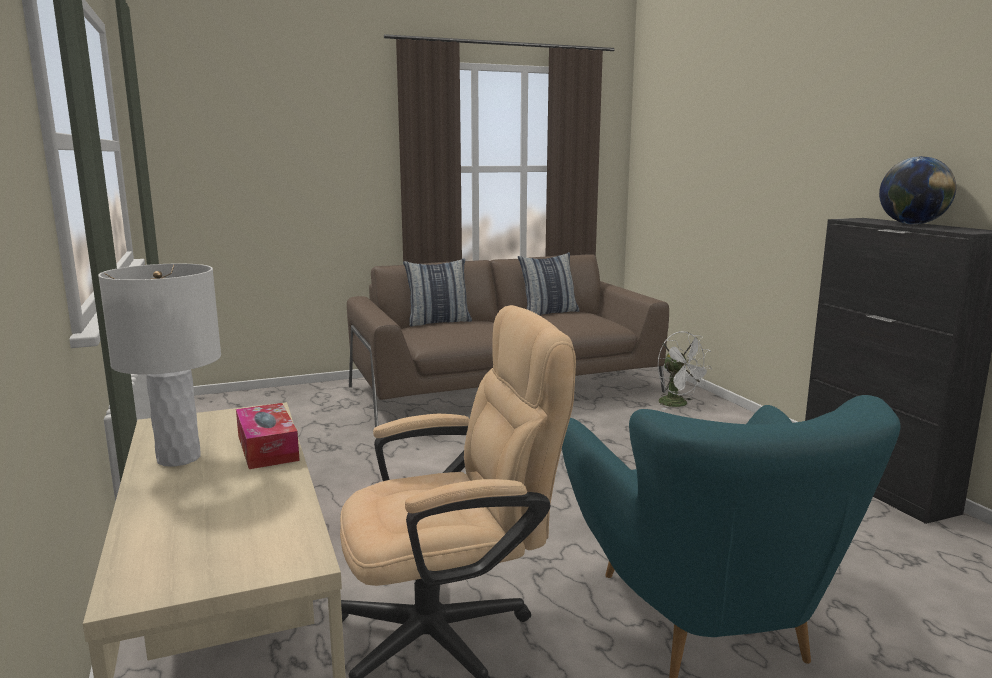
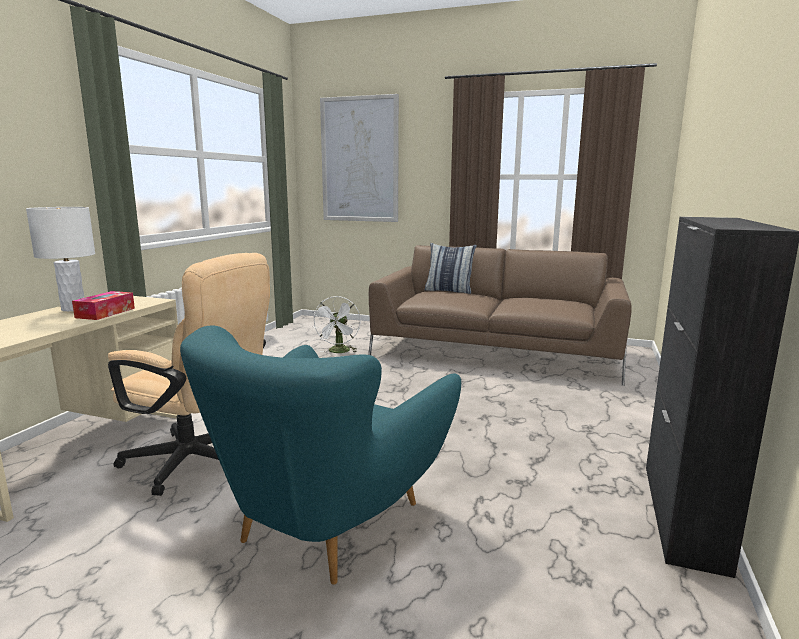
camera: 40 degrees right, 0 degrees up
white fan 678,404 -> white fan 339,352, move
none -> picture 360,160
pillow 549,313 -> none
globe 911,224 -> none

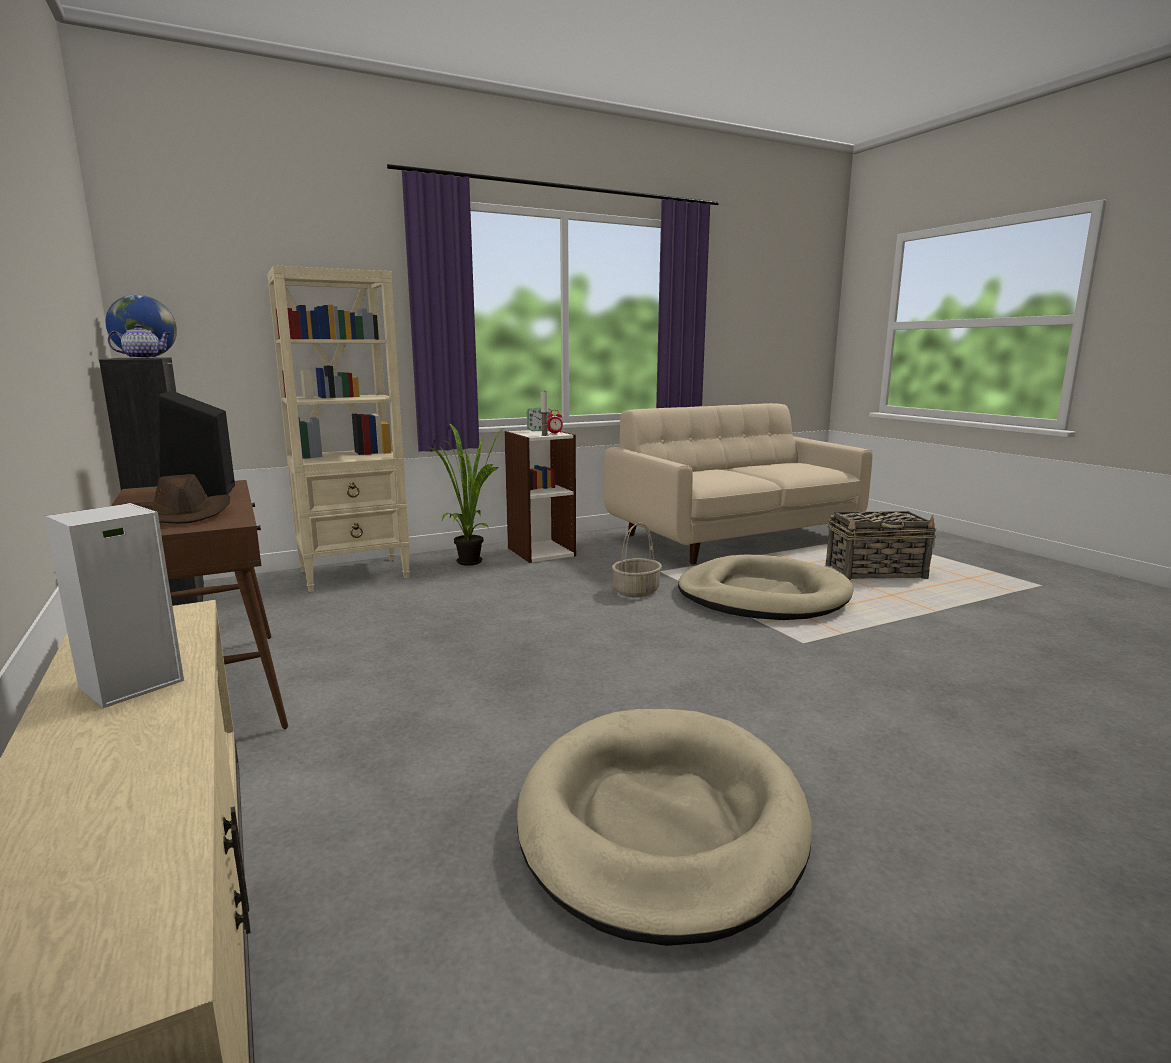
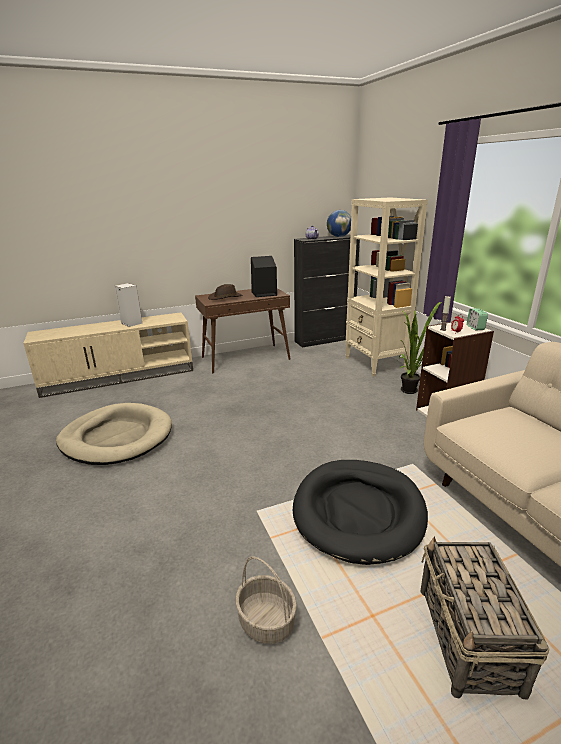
camera: 95 degrees right, 10 degrees up
basket 636,591 -> basket 265,621, move
beige dog bed 762,596 -> black dog bed 358,511

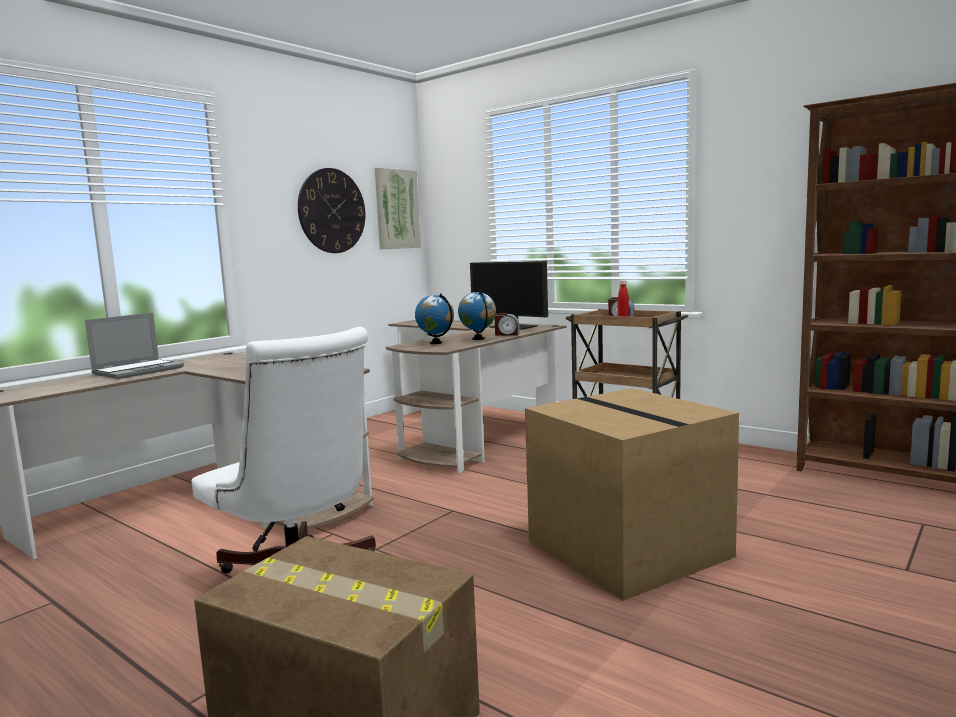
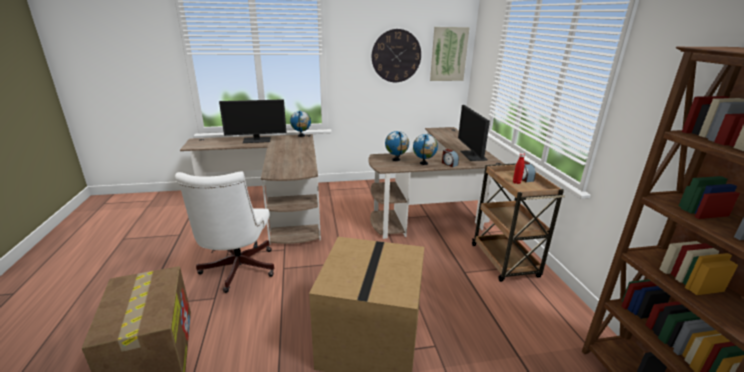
camera: 40 degrees right, 15 degrees up
laptop 139,371 -> monitor 257,140
none -> globe 301,135

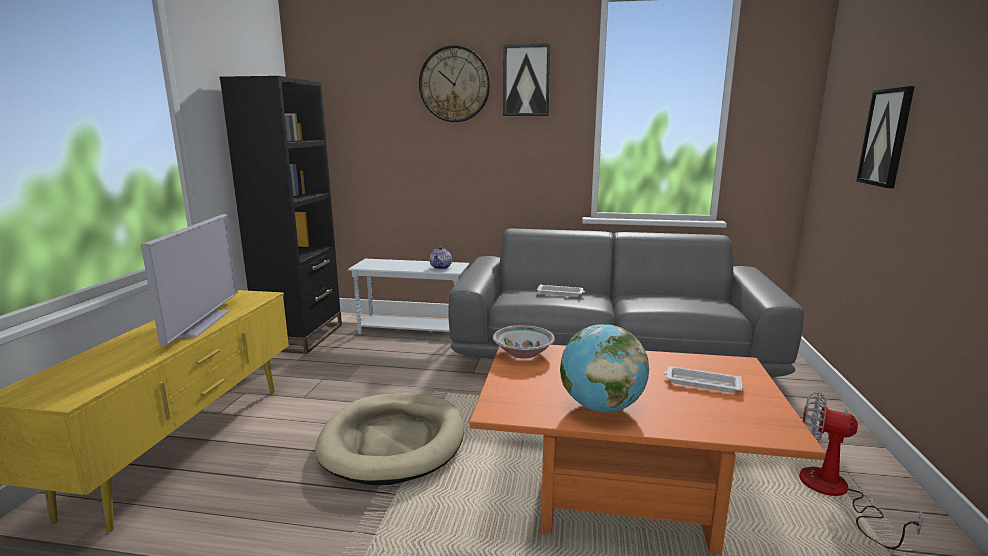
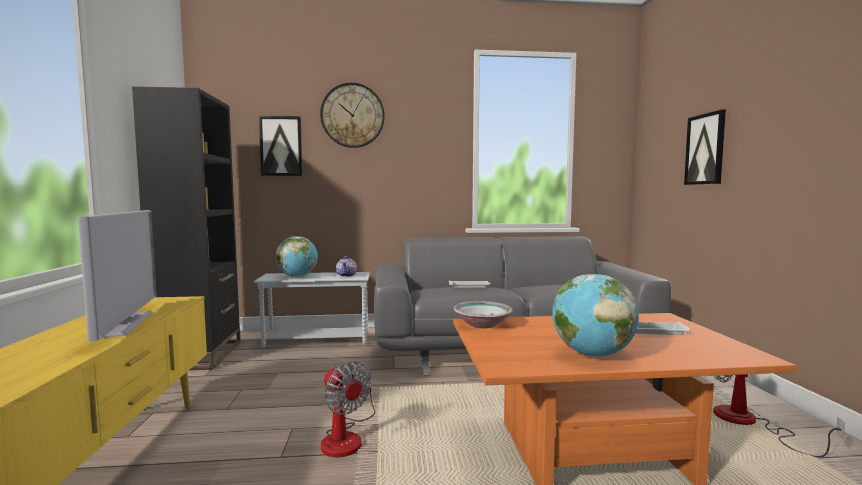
camera: 15 degrees left, 10 degrees down
picture 526,80 -> picture 281,146, move
none -> globe 297,277
beige dog bed 393,441 -> fan 347,437

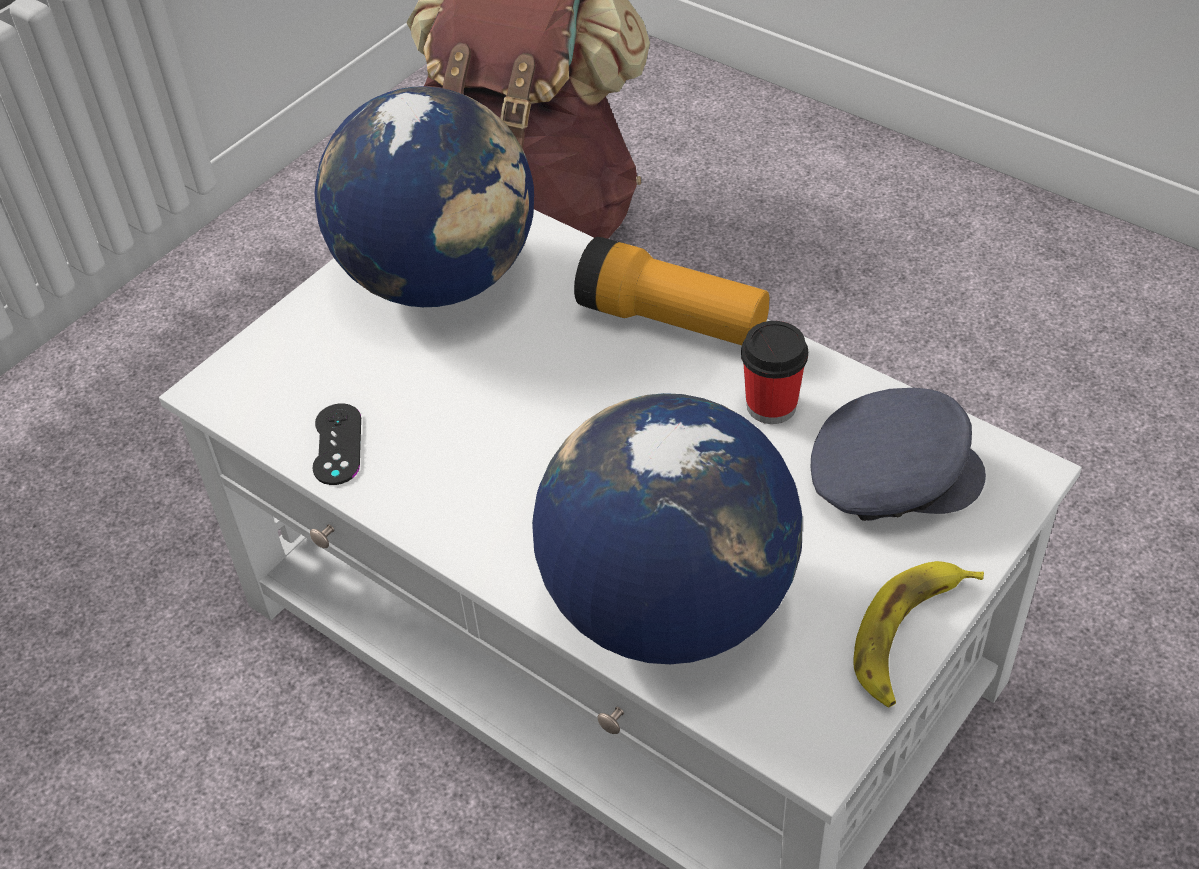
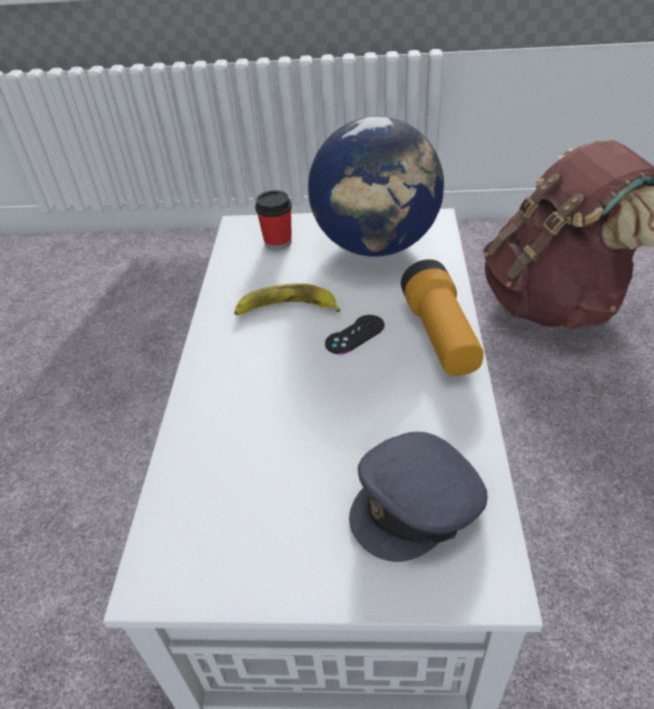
camera: 55 degrees right, 5 degrees down
banana 909,636 -> banana 286,308, move
cup 771,405 -> cup 278,242, move
black game controller 337,444 -> black game controller 355,334, move
grey cap 891,475 -> grey cap 417,504, 90 degrees clockwise
globe 667,605 -> none

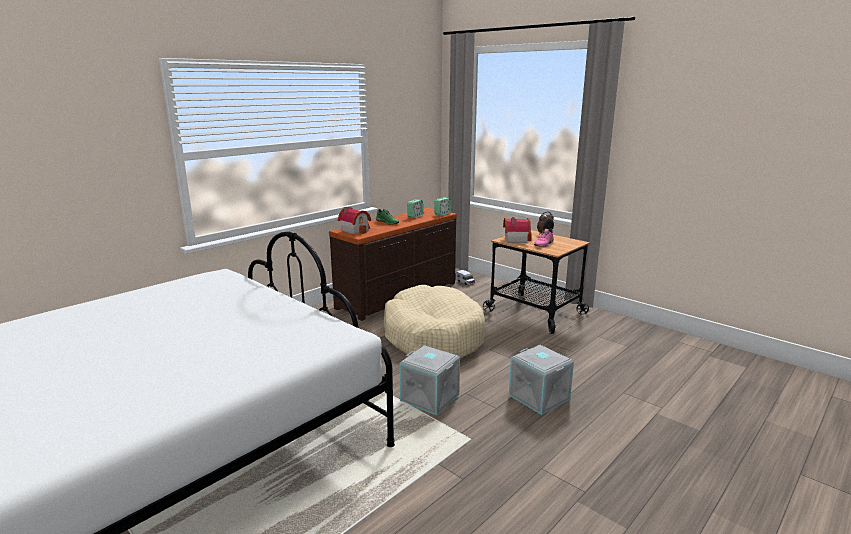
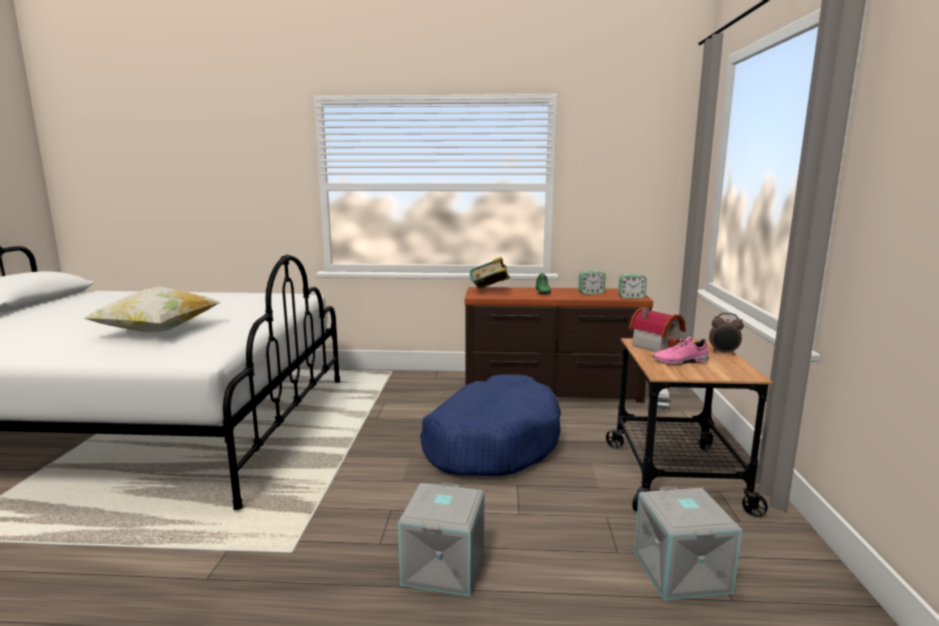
camera: 50 degrees right, 5 degrees down
none -> pillow 158,331
beige dog bed 433,337 -> blue dog bed 491,442
toy house 355,230 -> book 490,291
grey storage box 430,397 -> grey storage box 683,572, move

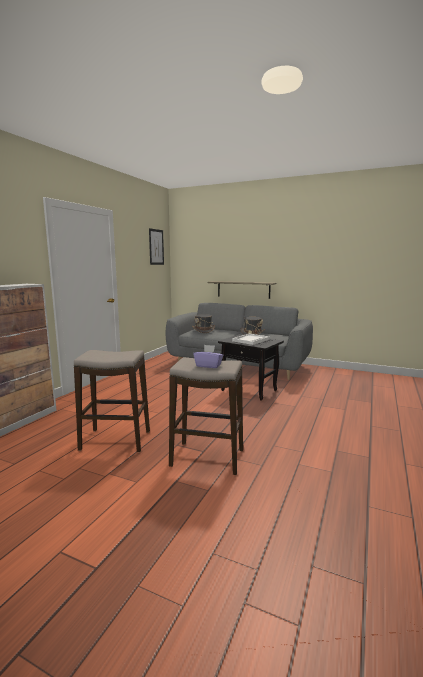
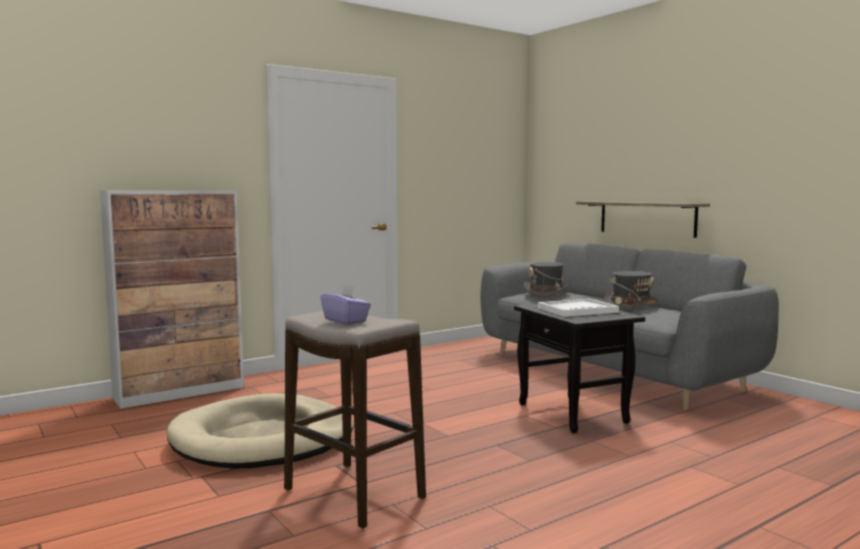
camera: 30 degrees right, 5 degrees down
stool 115,440 -> beige dog bed 263,439
picture 156,247 -> none

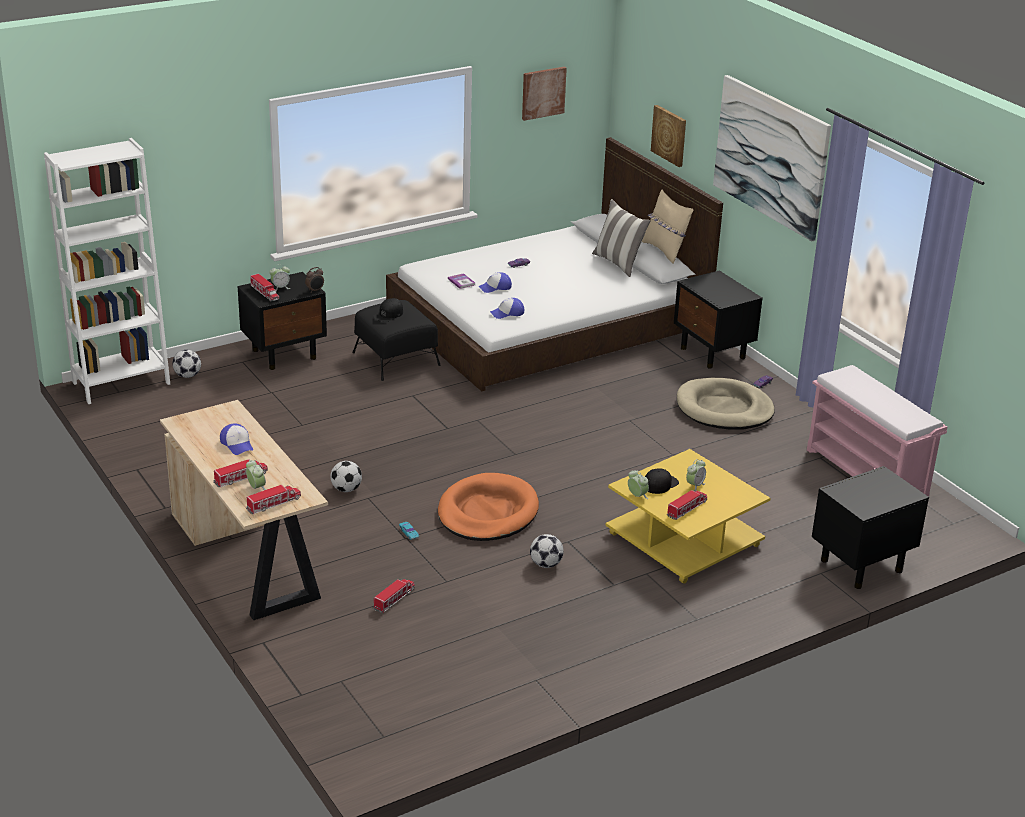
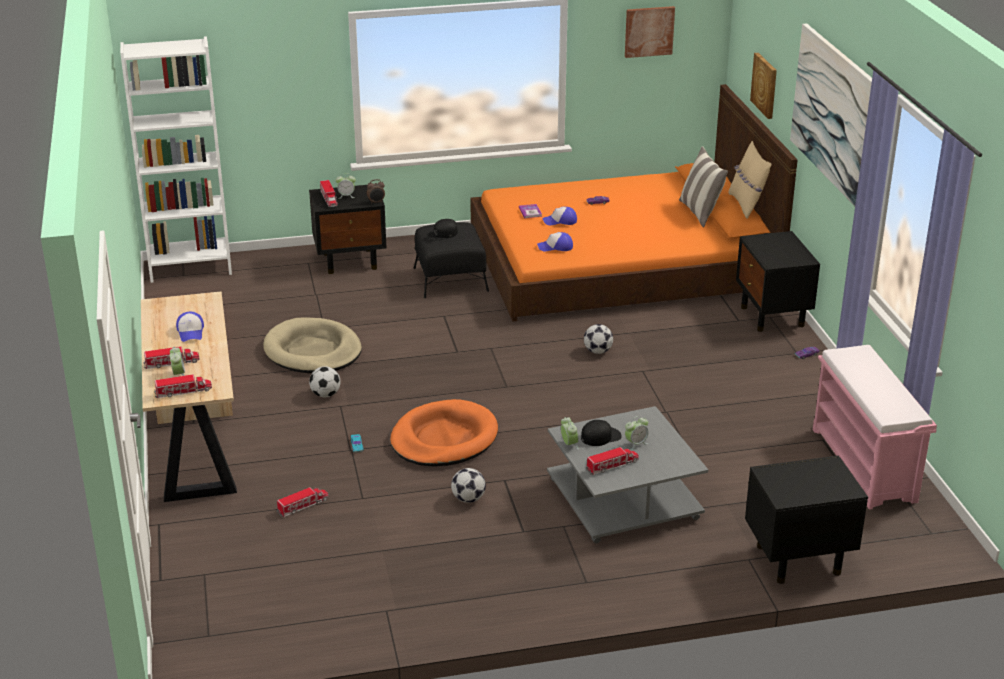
camera: 20 degrees right, 0 degrees up
beige dog bed 724,409 -> beige dog bed 313,351, move
white bed 548,320 -> orange bed 622,262
yellow coffee table 682,539 -> grey coffee table 622,498
football 187,375 -> football 597,351, move

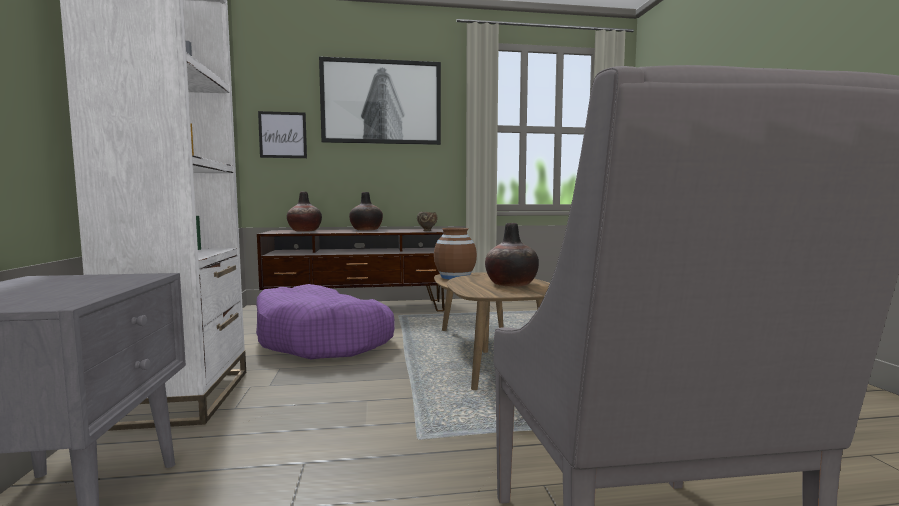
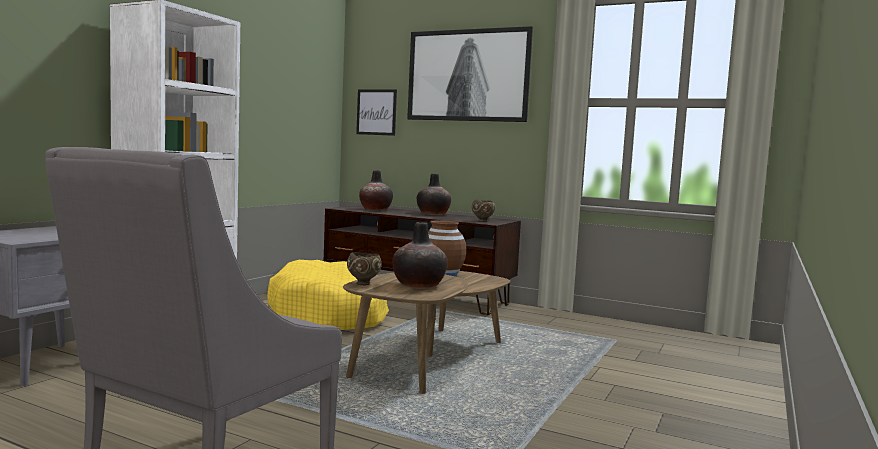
camera: 35 degrees right, 0 degrees up
purple dog bed 323,340 -> yellow dog bed 329,315
none -> brown bowl 364,284

